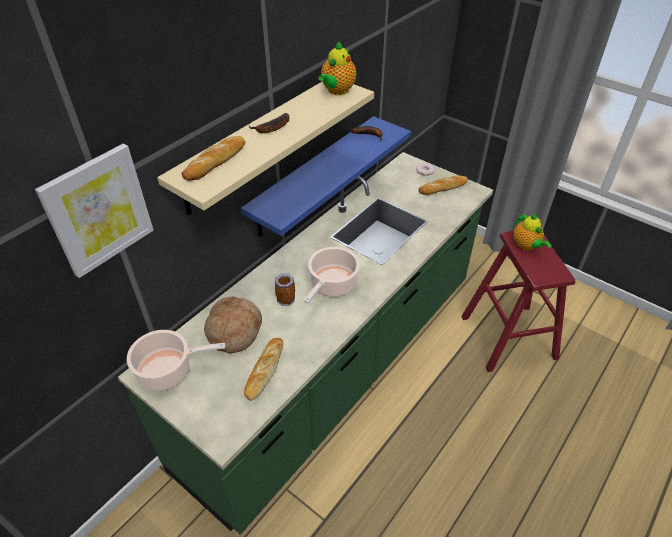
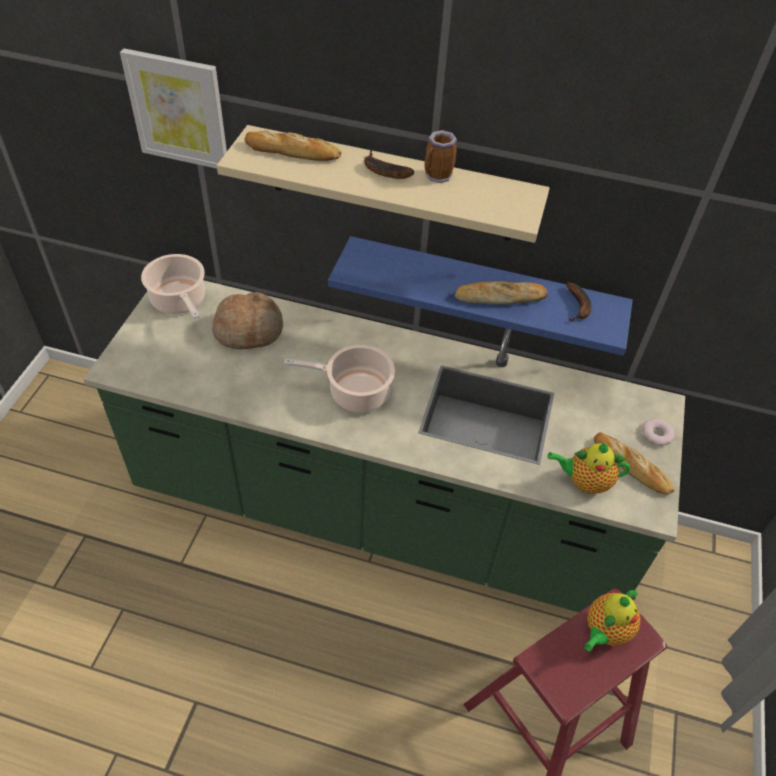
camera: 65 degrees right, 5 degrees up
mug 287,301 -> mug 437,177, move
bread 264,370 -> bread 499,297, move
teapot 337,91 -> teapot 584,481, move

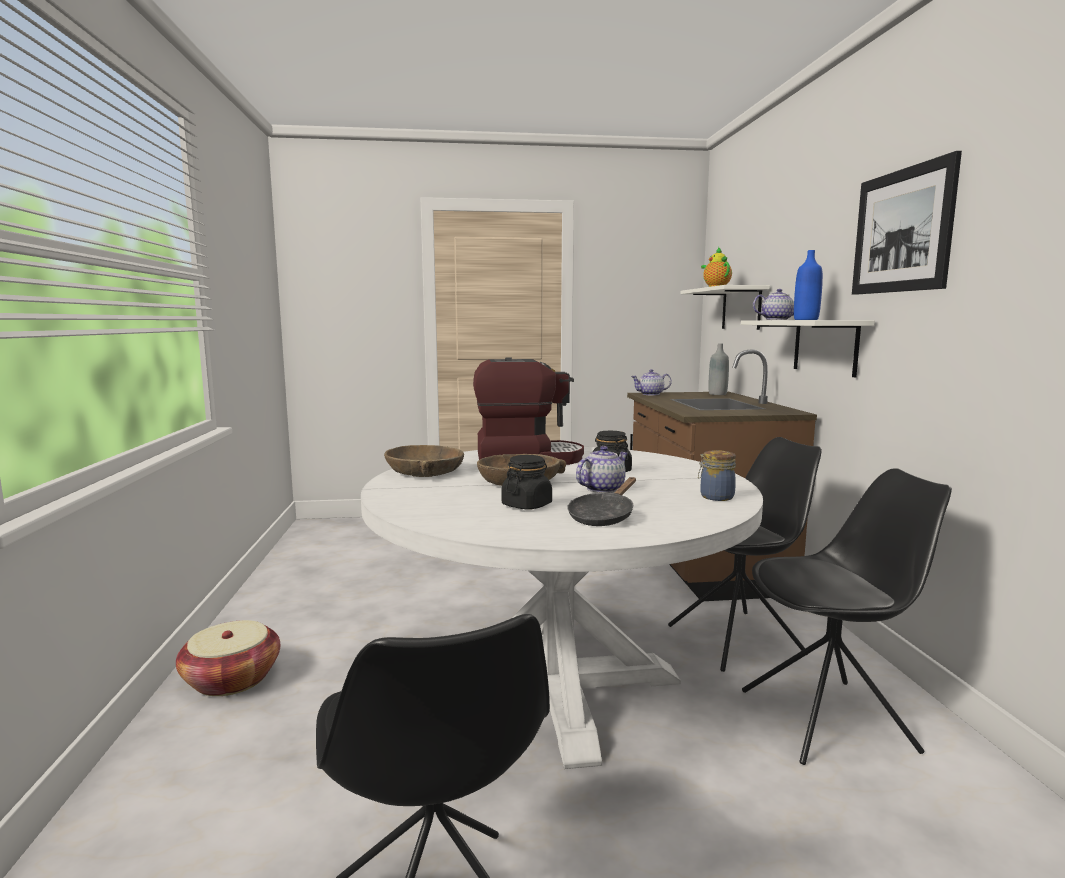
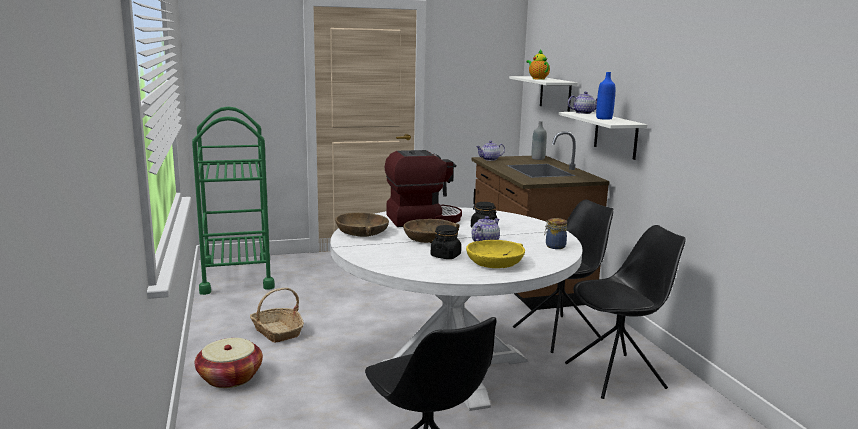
camera: 10 degrees left, 5 degrees up
none -> green cart 236,275
none -> basket 277,332
black frying pan 603,516 -> yellow bowl 495,262
picture 902,231 -> none

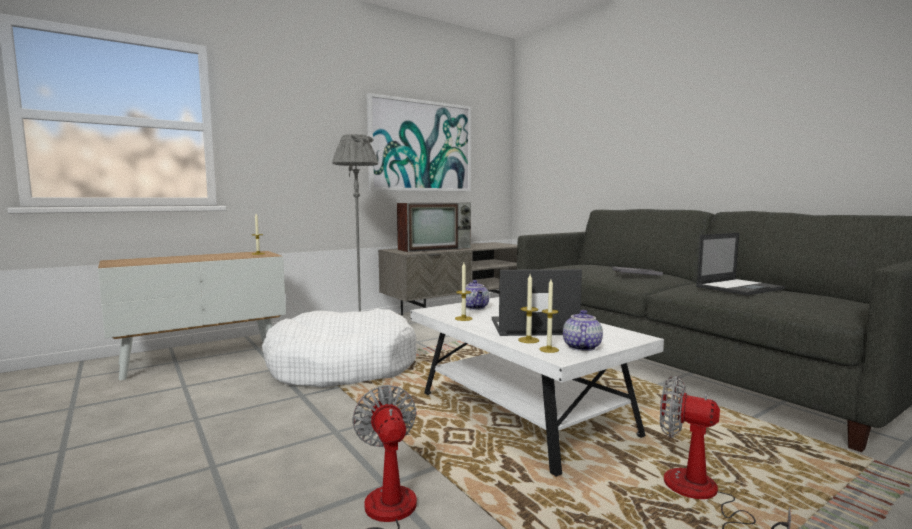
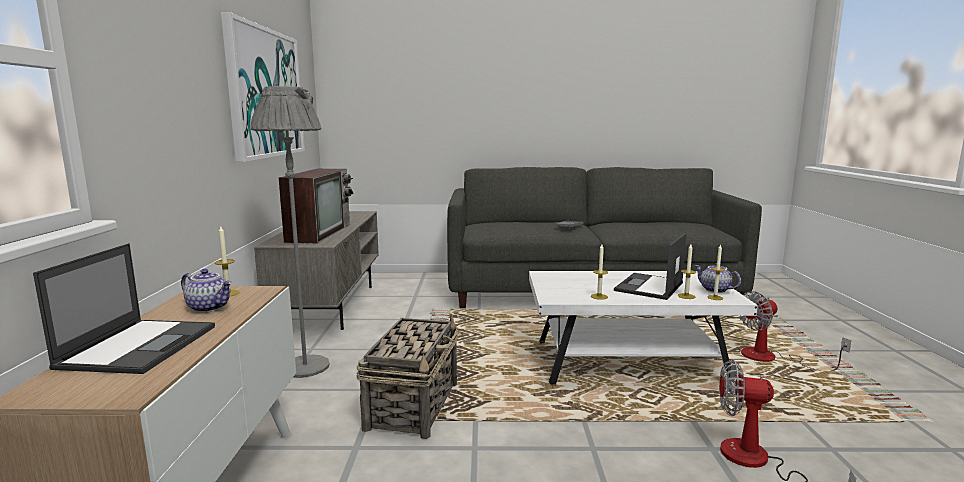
camera: 55 degrees left, 5 degrees up
laptop 739,287 -> laptop 140,345, move
teapot 475,307 -> teapot 210,307, move
white dog bed 342,366 -> basket 413,405

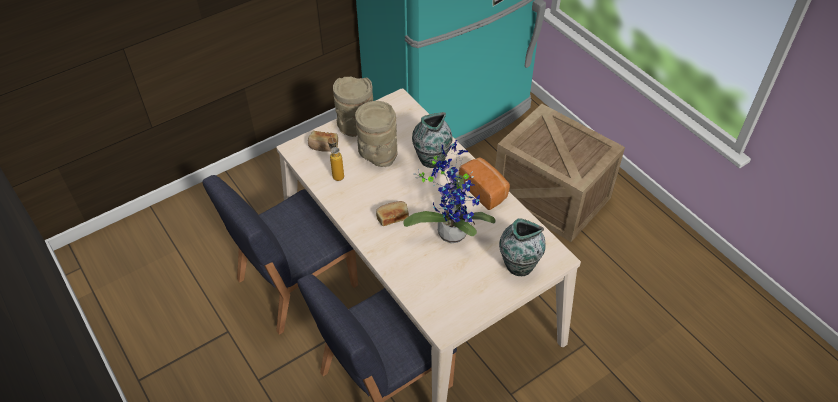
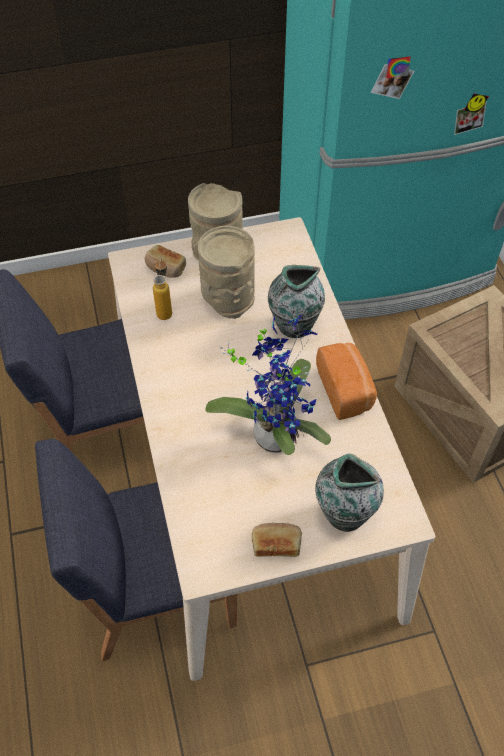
camera: 20 degrees right, 5 degrees up
bread 392,217 -> bread 276,544, move

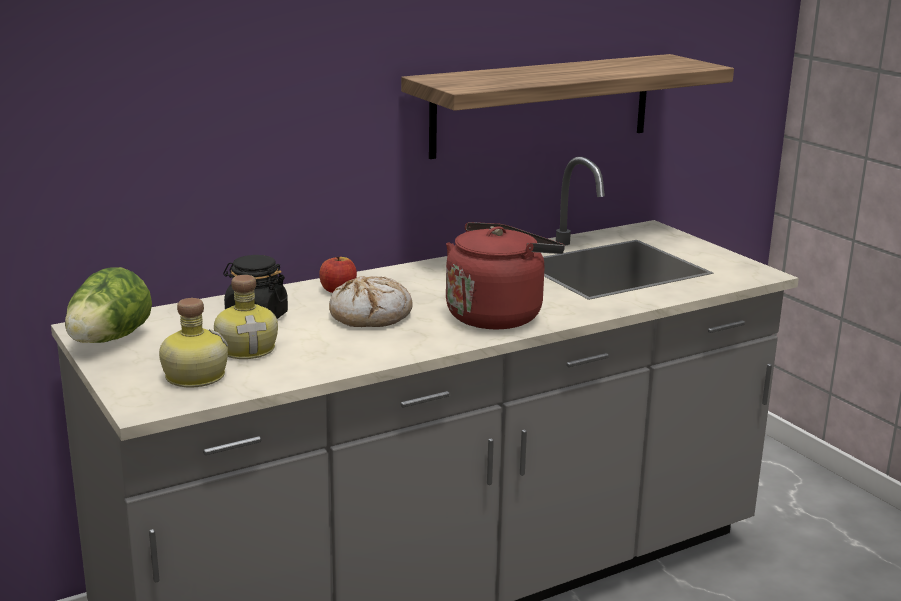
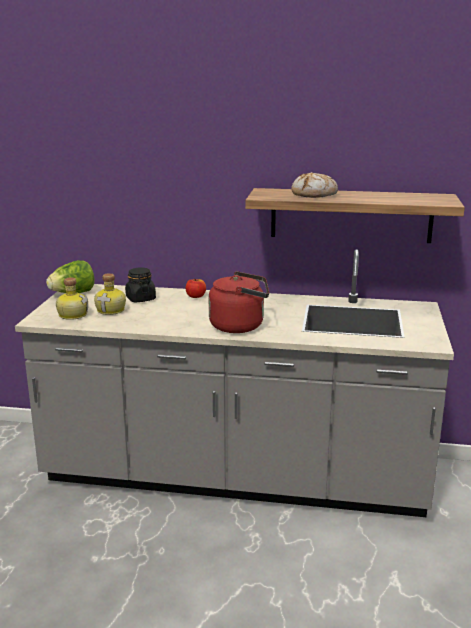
camera: 40 degrees right, 0 degrees up
bread 371,315 -> bread 314,194, move

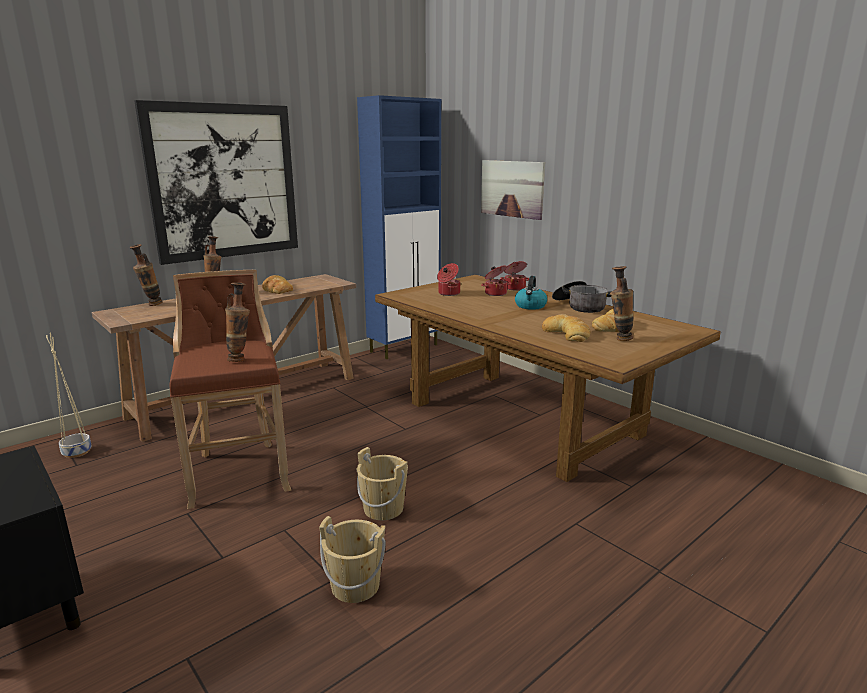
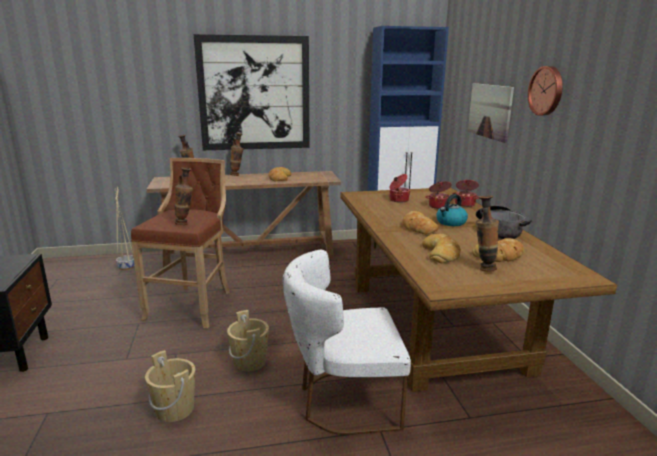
camera: 30 degrees right, 0 degrees up
none -> white chair 343,401
none -> bread 418,227
none -> wall clock 547,91

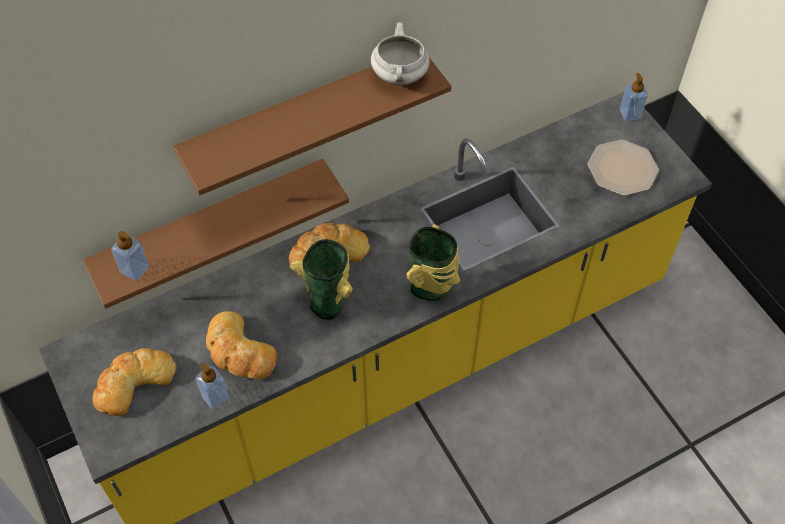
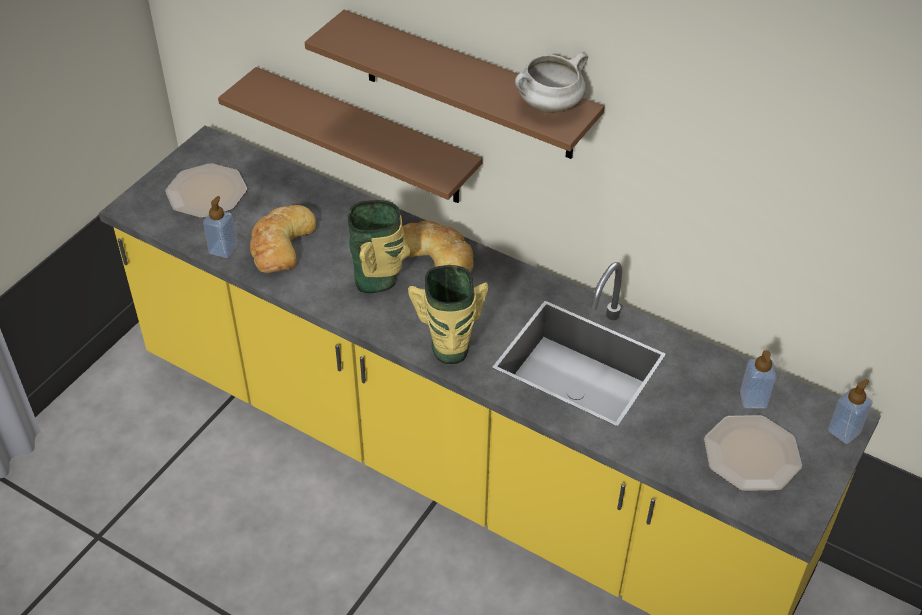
camera: 60 degrees right, 10 degrees down
bread 132,382 -> plate 205,192
soap dispenser 135,269 -> soap dispenser 753,399, move

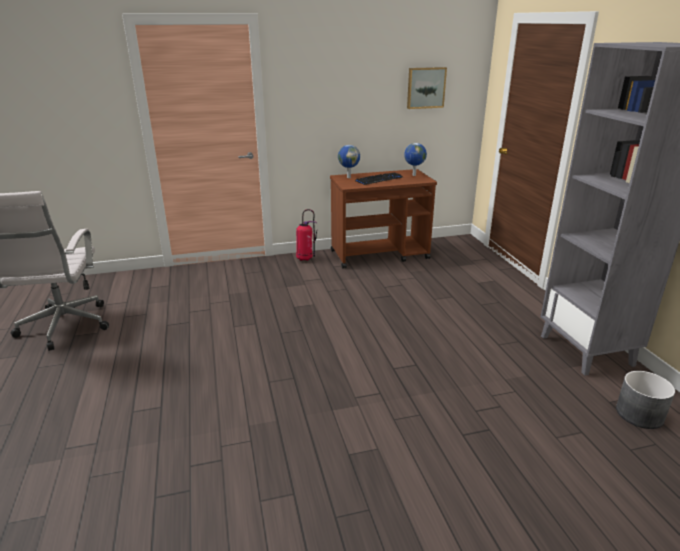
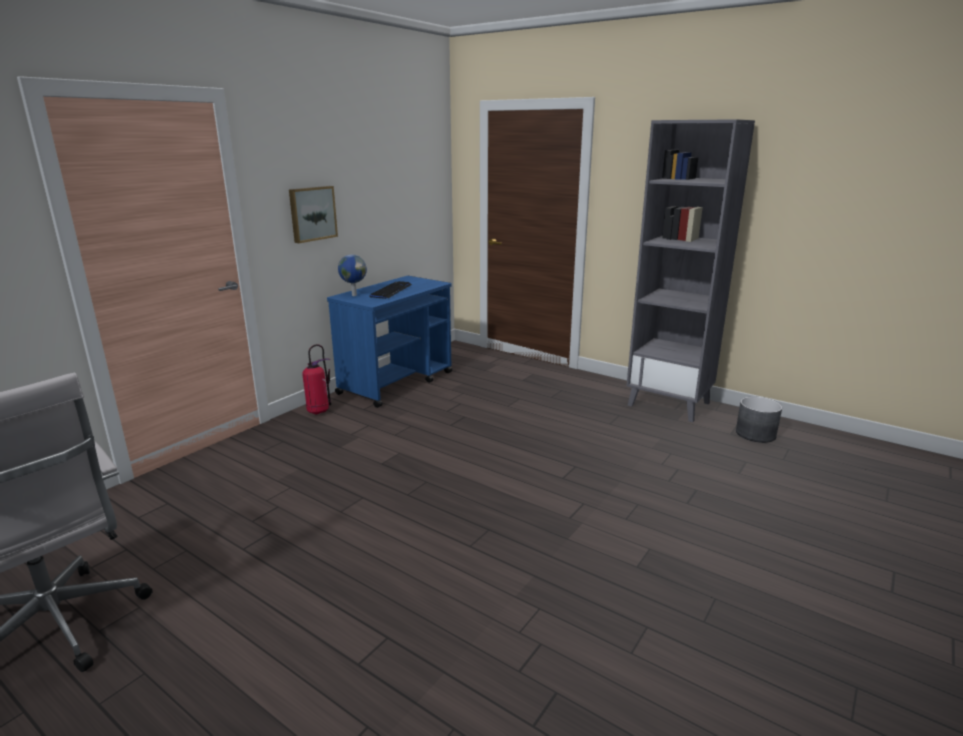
camera: 40 degrees left, 5 degrees down
picture 425,87 -> picture 312,213, move
brown cart 380,255 -> blue cart 397,382
globe 413,175 -> none

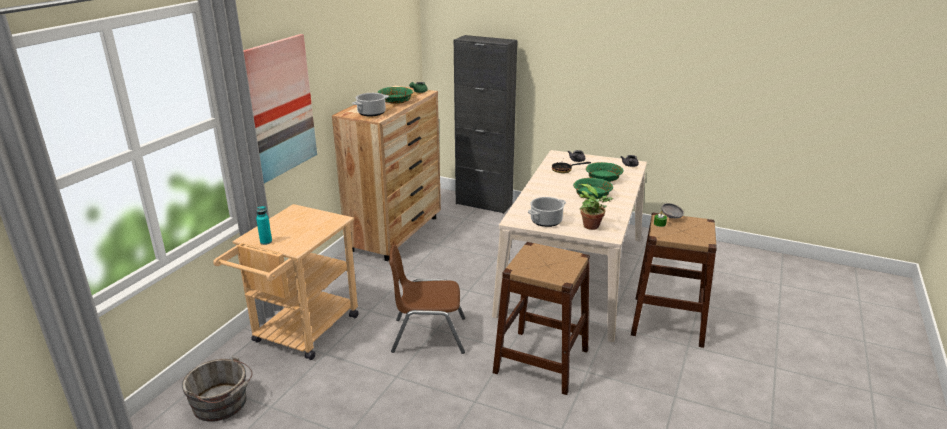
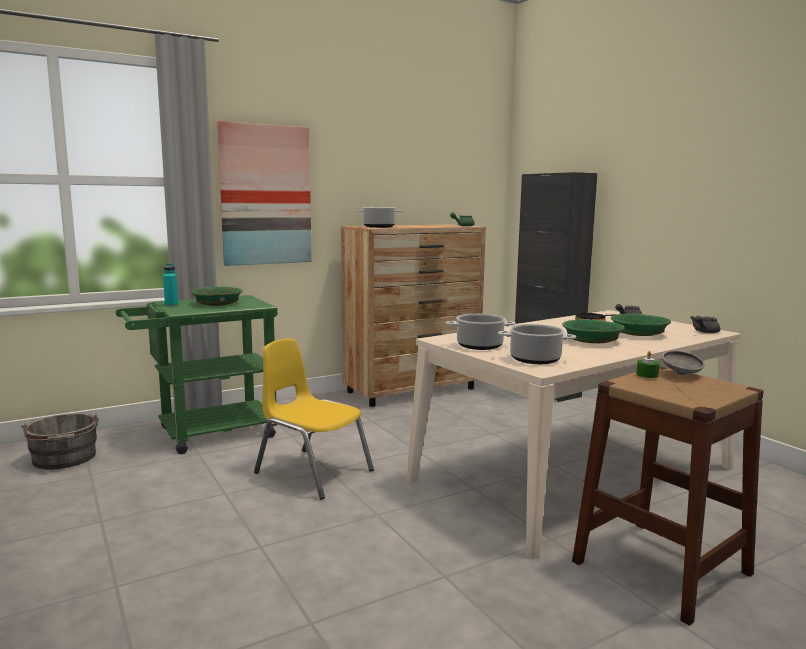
camera: 35 degrees right, 15 degrees down
beige cart 301,334 -> green cart 206,434
green bowl 396,101 -> green bowl 217,304, move
brown chair 428,335 -> yellow chair 313,472
potted plant 593,226 -> cooking pot 534,359
brown stool 541,361 -> none

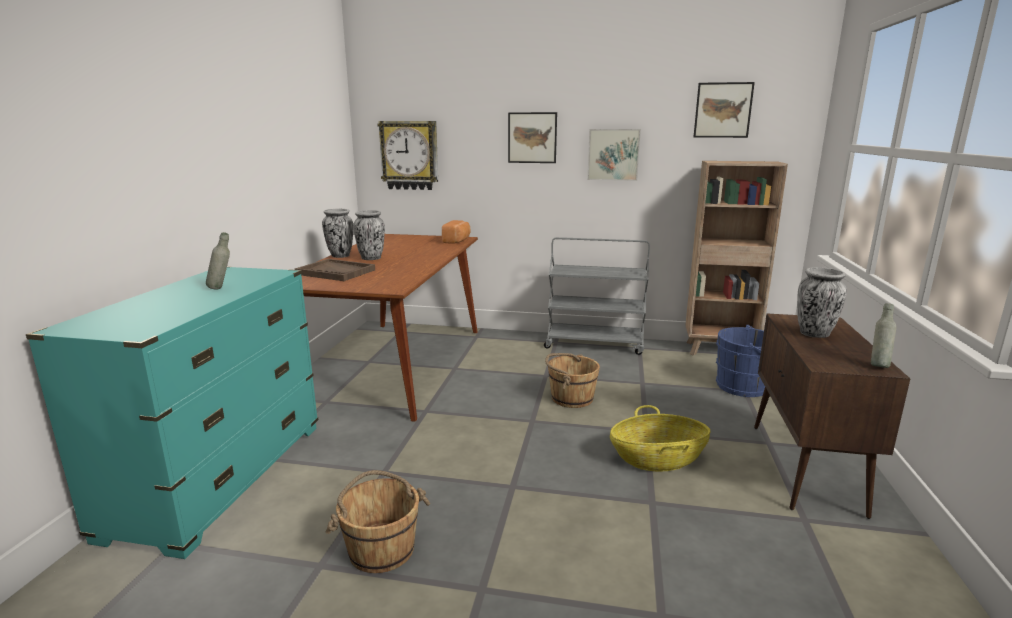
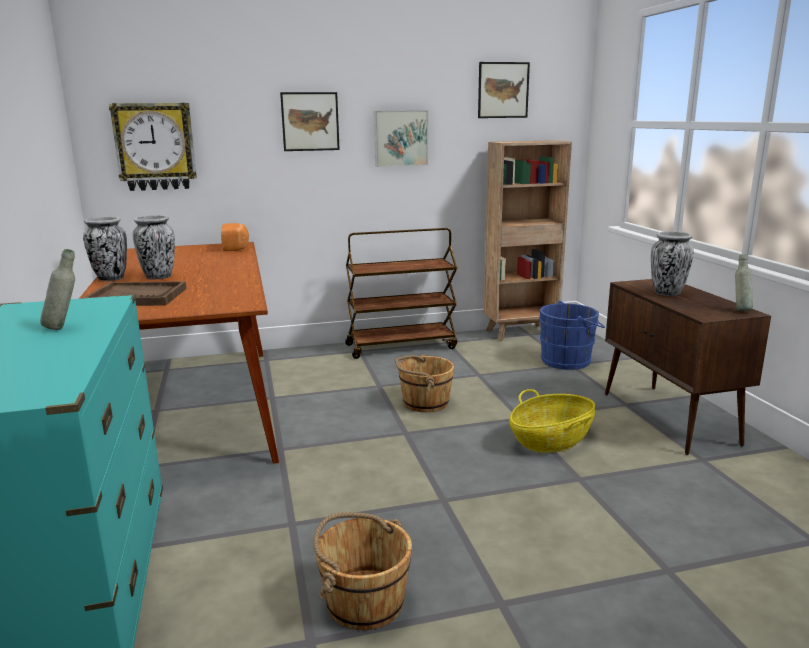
camera: 25 degrees left, 0 degrees up
grey cart 594,344 -> brown cart 401,346

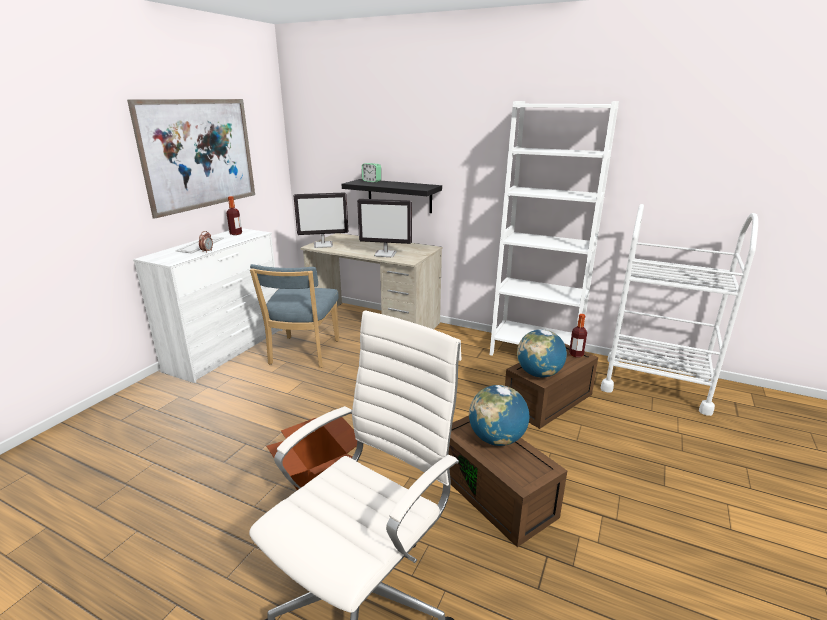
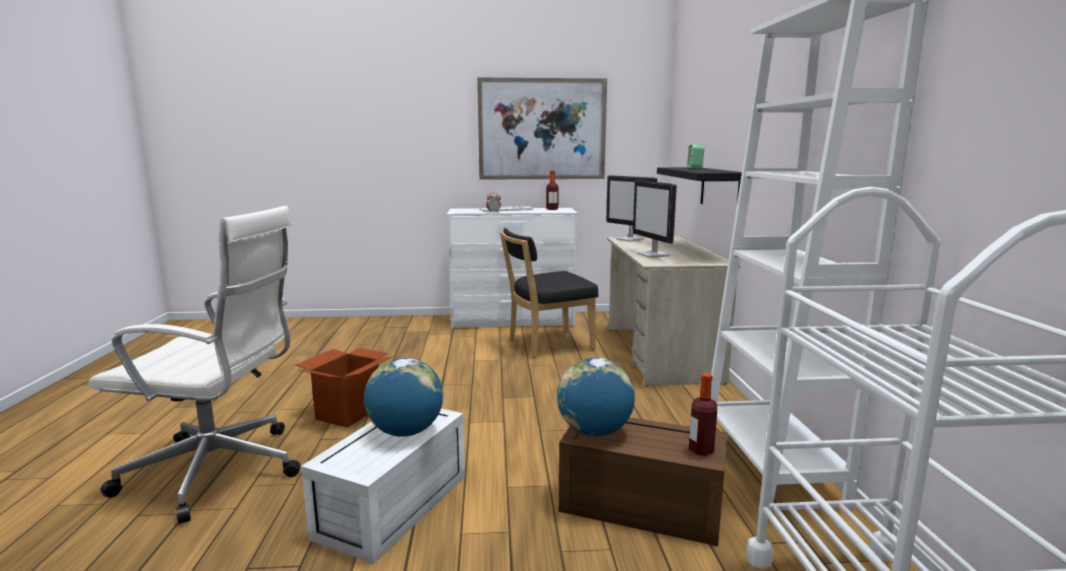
camera: 60 degrees right, 10 degrees down
brown storage box 498,494 -> white storage box 394,507
blue chair 303,354 -> black chair 546,345

